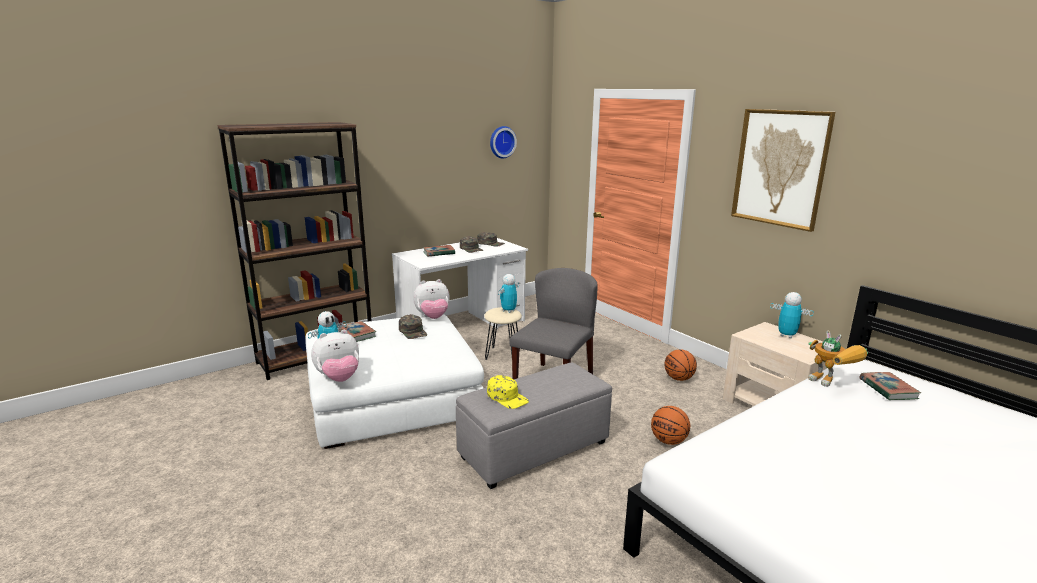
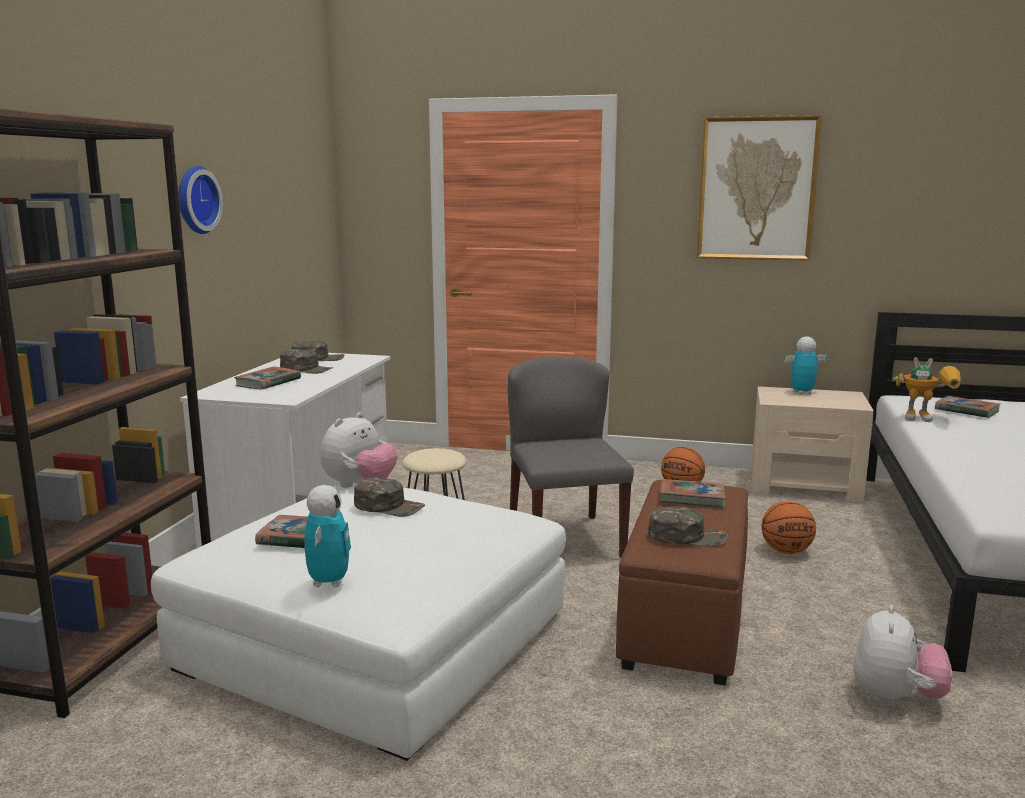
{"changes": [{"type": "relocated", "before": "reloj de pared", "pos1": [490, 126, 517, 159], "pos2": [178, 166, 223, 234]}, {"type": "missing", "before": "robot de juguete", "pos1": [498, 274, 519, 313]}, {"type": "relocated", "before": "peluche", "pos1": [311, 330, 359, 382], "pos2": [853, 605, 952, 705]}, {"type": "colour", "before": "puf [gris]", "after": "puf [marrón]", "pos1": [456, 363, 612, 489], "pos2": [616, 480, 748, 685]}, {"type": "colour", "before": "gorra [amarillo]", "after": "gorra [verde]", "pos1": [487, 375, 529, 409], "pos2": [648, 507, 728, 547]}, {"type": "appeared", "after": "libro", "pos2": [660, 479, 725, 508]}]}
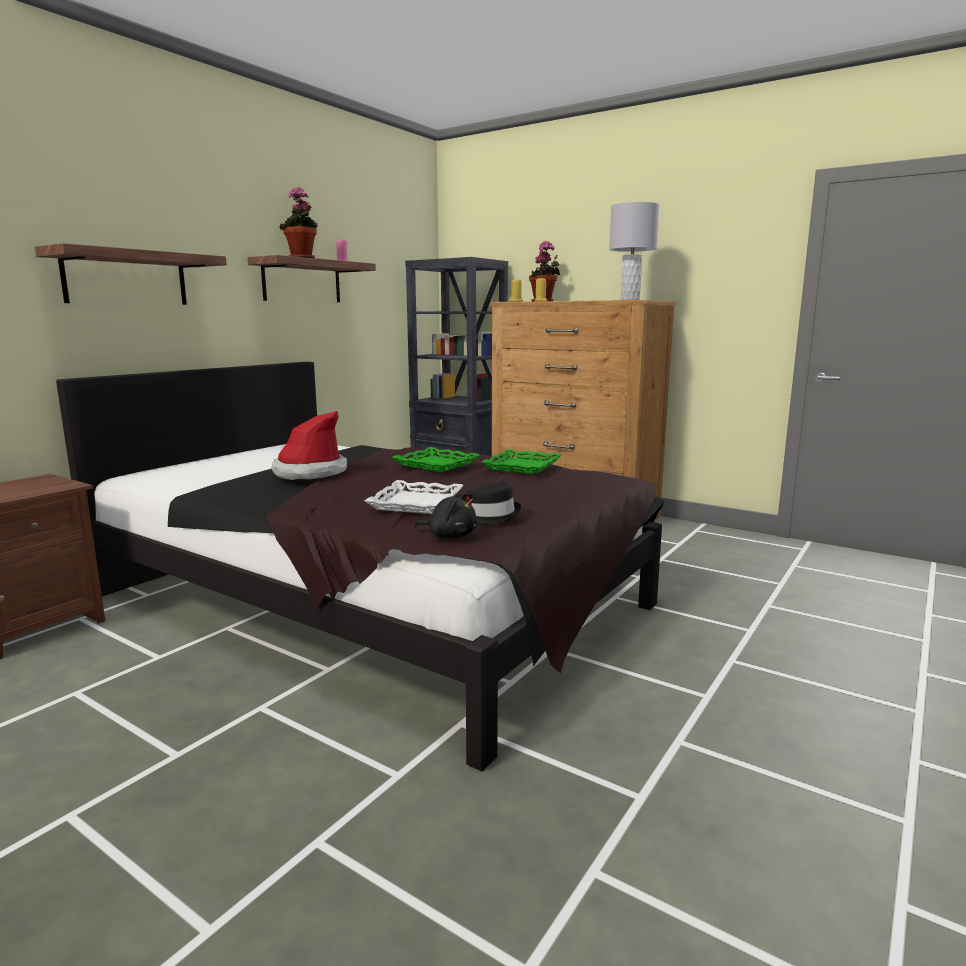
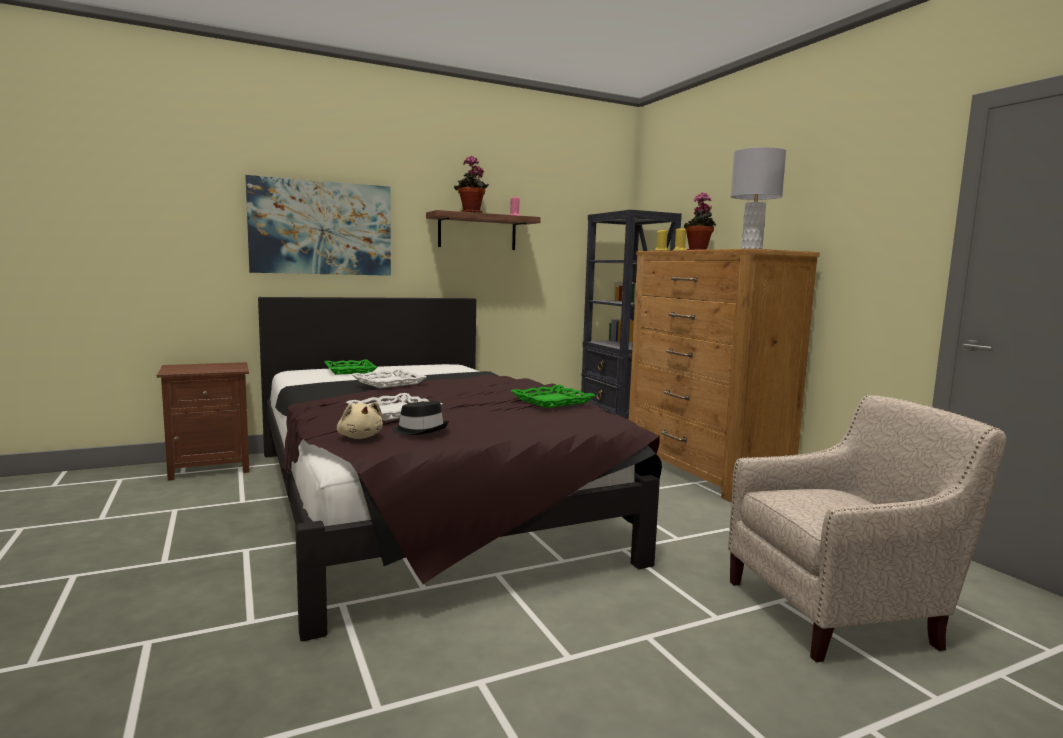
{"changes": [{"type": "exchanged", "before": "estante", "after": "cuadro", "pos1": [35, 243, 227, 305], "pos2": [245, 175, 391, 276]}, {"type": "exchanged", "before": "sombrero", "after": "bandeja [blanco]", "pos1": [272, 411, 347, 480], "pos2": [351, 369, 427, 388]}, {"type": "relocated", "before": "bandeja [verde]", "pos1": [392, 447, 480, 472], "pos2": [324, 360, 377, 375]}, {"type": "colour", "before": "peluche [negro]", "after": "peluche [beis]", "pos1": [414, 493, 477, 538], "pos2": [337, 402, 383, 439]}, {"type": "appeared", "after": "sillón [beis]", "pos2": [728, 395, 1006, 662]}]}
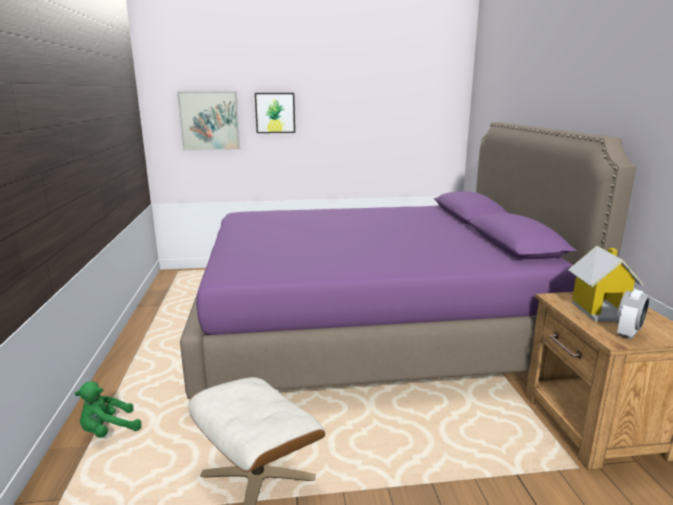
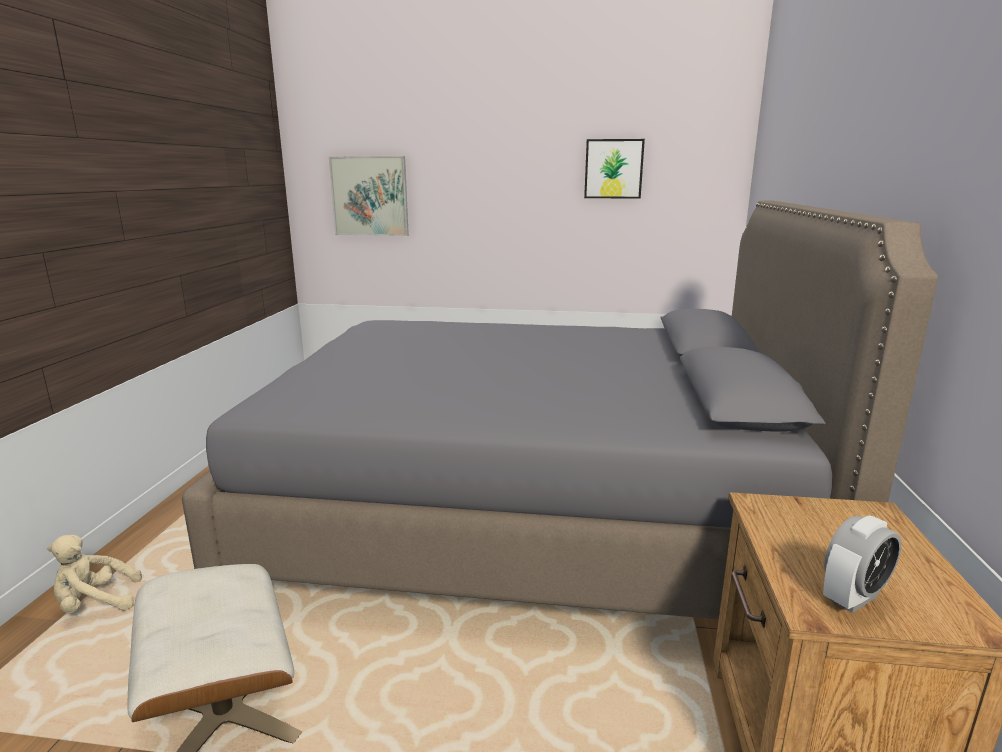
{"changes": [{"type": "relocated", "before": "cuadro", "pos1": [255, 93, 295, 133], "pos2": [584, 139, 645, 199]}, {"type": "colour", "before": "cama [morado]", "after": "cama [gris]", "pos1": [180, 122, 636, 399], "pos2": [182, 201, 938, 620]}, {"type": "missing", "before": "casita", "pos1": [568, 246, 644, 322]}, {"type": "colour", "before": "peluche [verde]", "after": "peluche [beis]", "pos1": [75, 381, 141, 438], "pos2": [47, 535, 142, 614]}]}
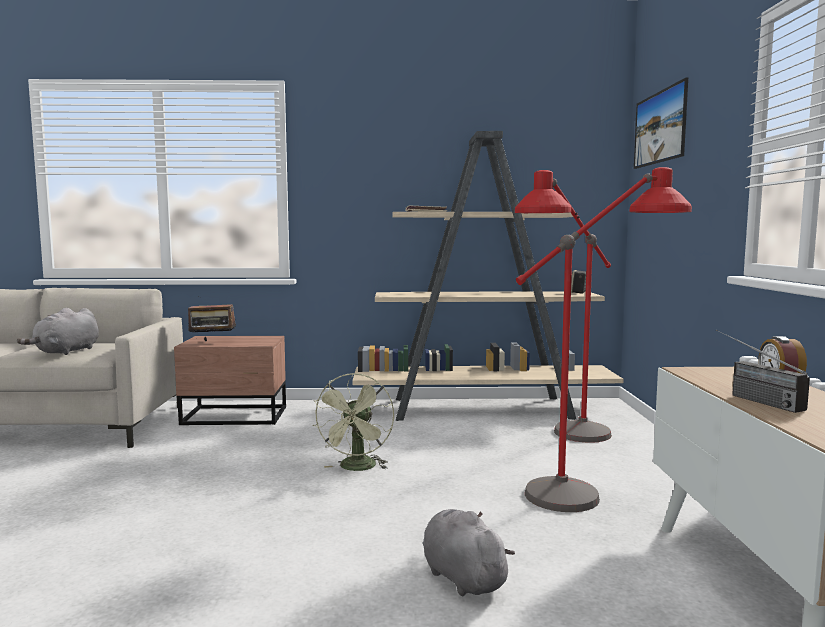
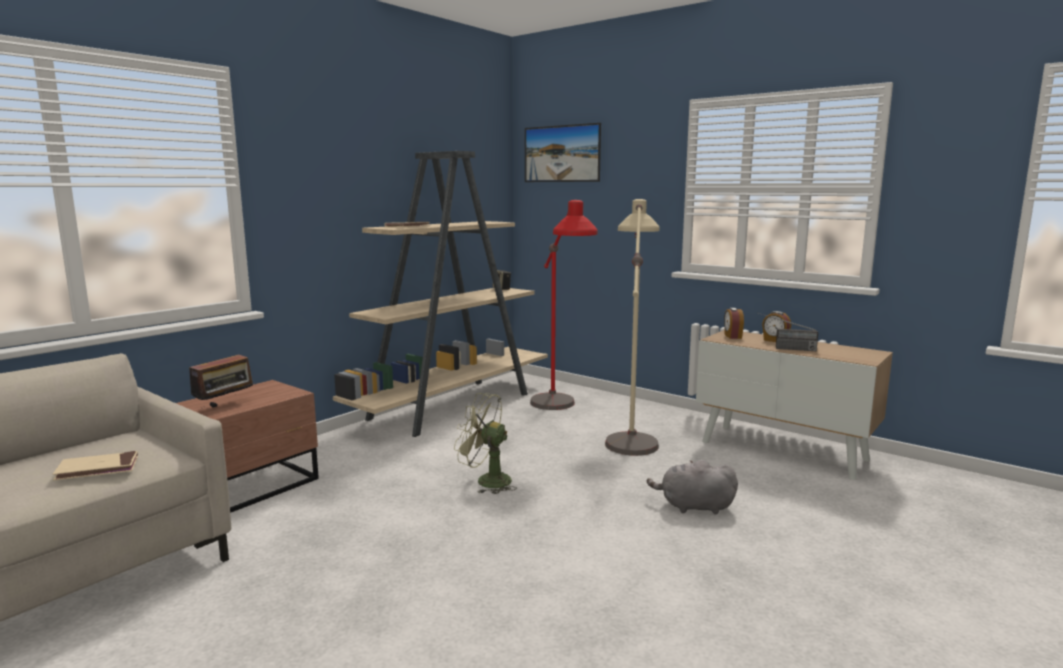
{"changes": [{"type": "colour", "before": "lámpara de pie [rojo]", "after": "lámpara de pie [beis]", "pos1": [516, 167, 692, 512], "pos2": [605, 199, 660, 456]}, {"type": "exchanged", "before": "peluche [gris]", "after": "libro [beis]", "pos1": [17, 308, 99, 355], "pos2": [53, 451, 138, 480]}, {"type": "spun", "before": "ventilador [verde]", "pos1": [312, 373, 394, 471], "pos2": [454, 393, 517, 494], "turn": 150}, {"type": "appeared", "after": "despertador", "pos2": [724, 308, 744, 339]}]}
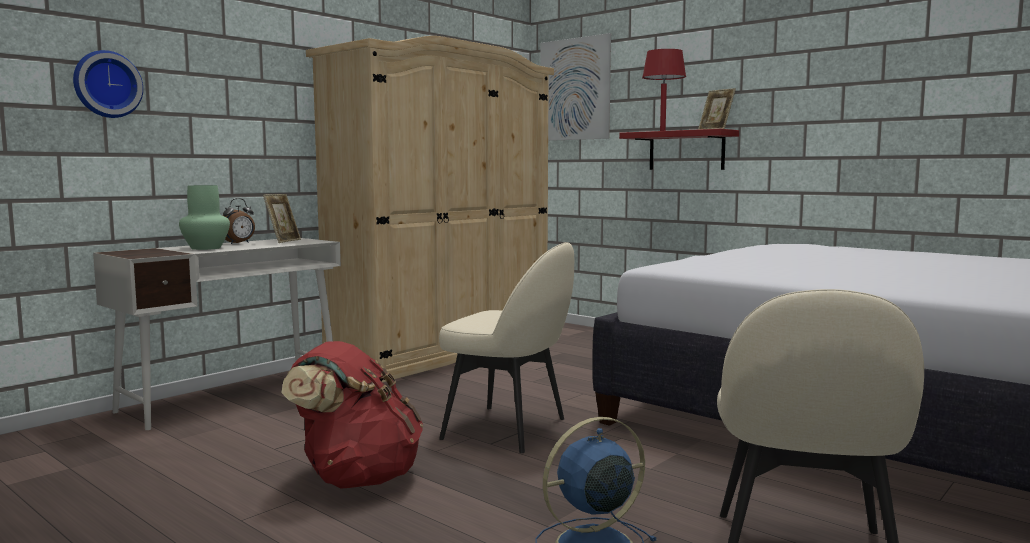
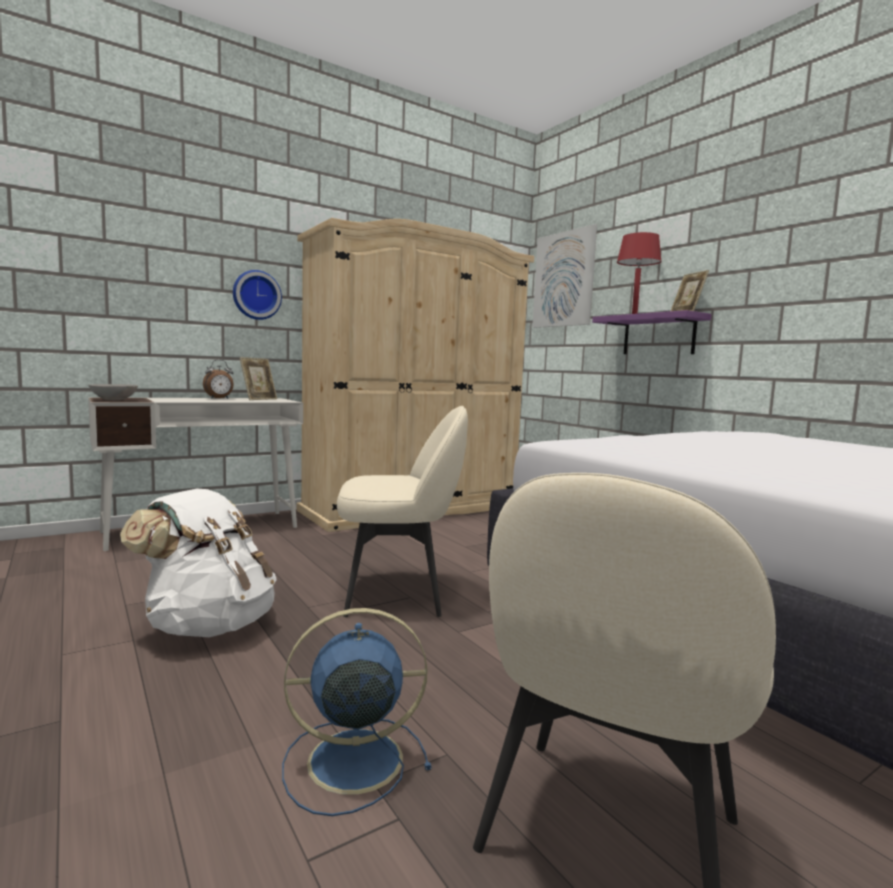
{"changes": [{"type": "relocated", "before": "reloj de pared", "pos1": [73, 50, 143, 118], "pos2": [233, 270, 282, 320]}, {"type": "colour", "before": "estante [rojo]", "after": "estante [morado]", "pos1": [619, 129, 739, 170], "pos2": [592, 310, 712, 354]}, {"type": "missing", "before": "florero [verde]", "pos1": [179, 185, 230, 250]}, {"type": "spun", "before": "silla [beis]", "pos1": [439, 242, 574, 453], "pos2": [337, 406, 468, 617], "turn": -45}, {"type": "colour", "before": "mochila [rojo]", "after": "mochila [blanco]", "pos1": [281, 341, 423, 488], "pos2": [120, 489, 277, 637]}, {"type": "appeared", "after": "cuenco [gris]", "pos2": [88, 384, 138, 400]}]}
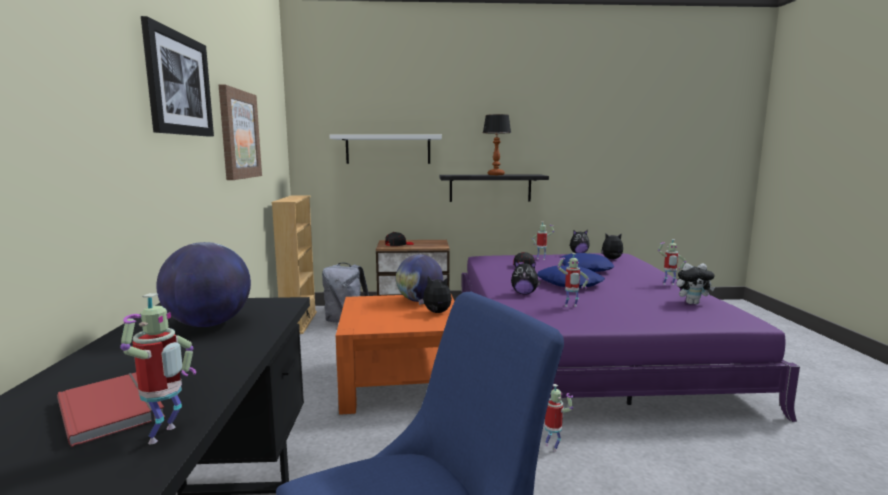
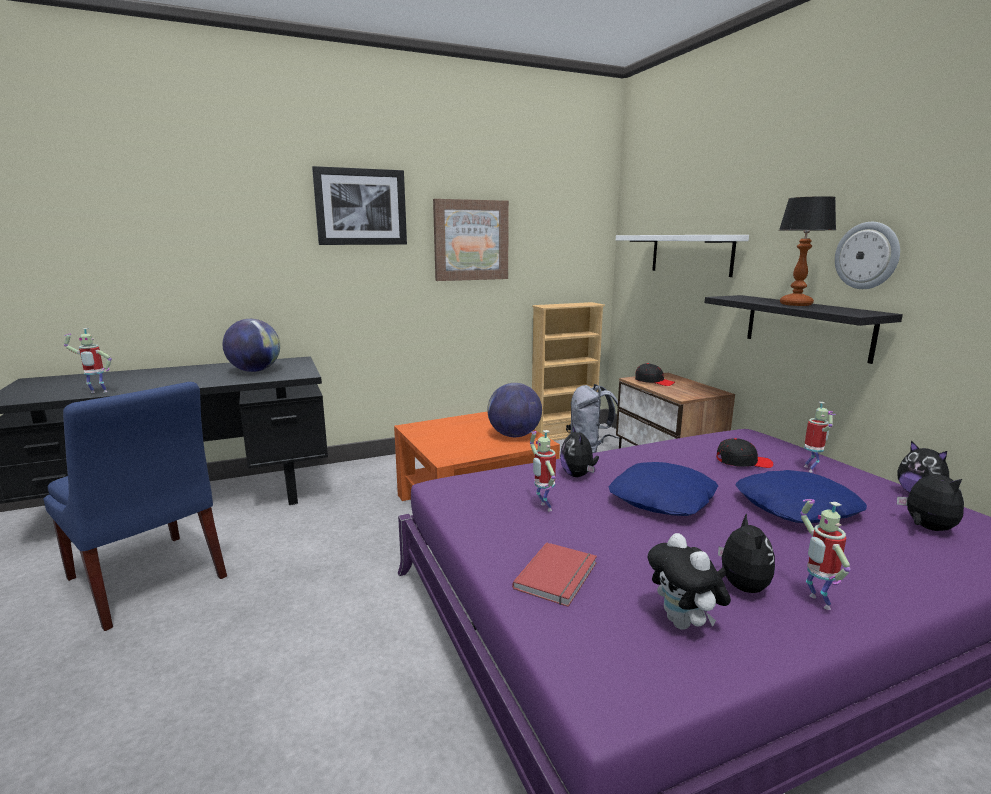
{"changes": [{"type": "relocated", "before": "peluche", "pos1": [418, 276, 452, 313], "pos2": [717, 513, 775, 593]}, {"type": "relocated", "before": "libro [rojo]", "pos1": [57, 373, 165, 447], "pos2": [512, 542, 597, 607]}, {"type": "missing", "before": "robot de juguete", "pos1": [545, 384, 573, 452]}, {"type": "appeared", "after": "reloj de pared", "pos2": [835, 222, 900, 289]}]}
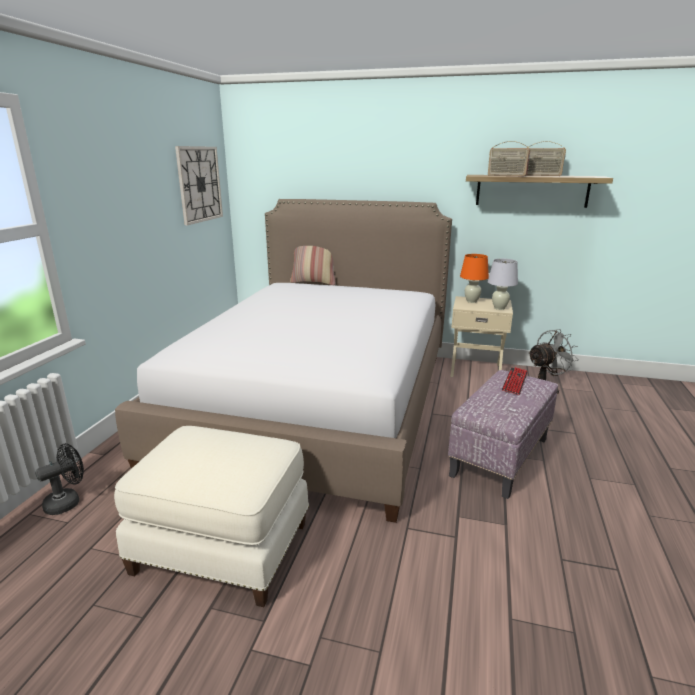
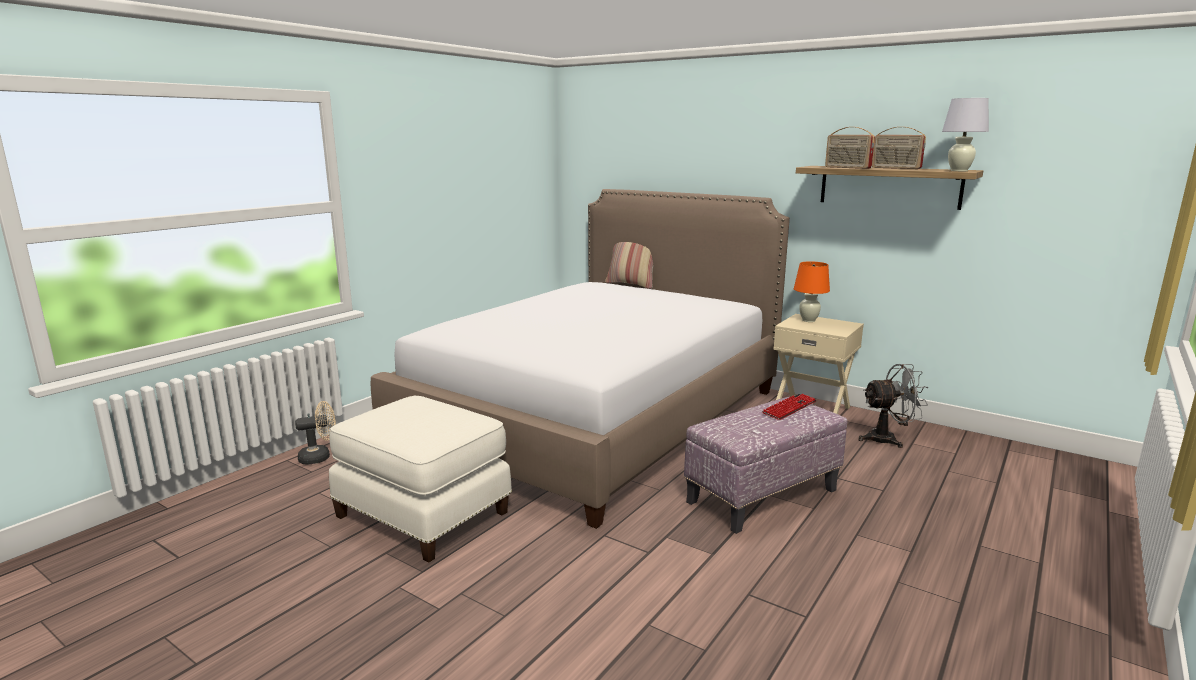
{"changes": [{"type": "missing", "before": "reloj de pared", "pos1": [175, 146, 223, 225]}, {"type": "relocated", "before": "lámpara de mesa [blanco]", "pos1": [488, 259, 518, 310], "pos2": [942, 98, 989, 171]}, {"type": "colour", "before": "ventilador [negro]", "after": "ventilador [beis]", "pos1": [35, 443, 84, 515], "pos2": [295, 401, 336, 465]}]}
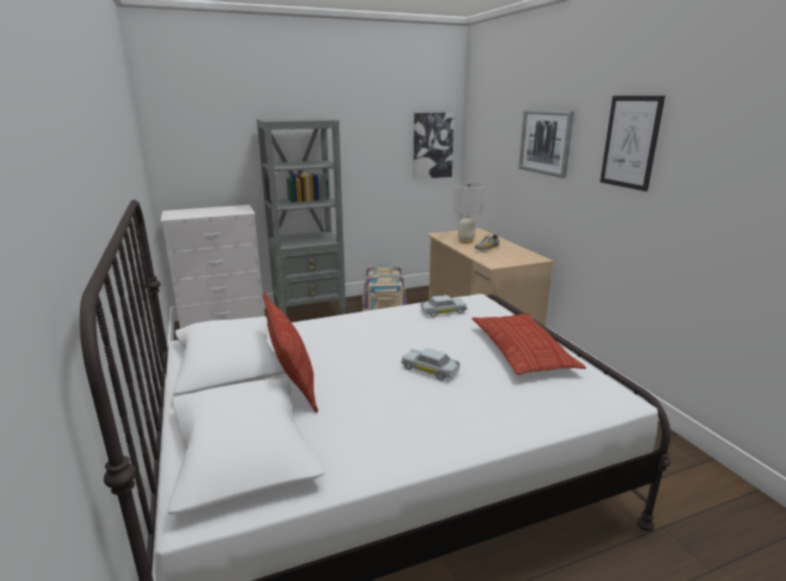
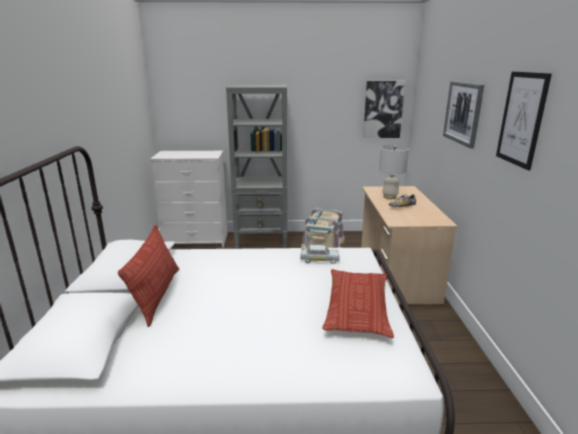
{"changes": [{"type": "missing", "before": "coche de juguete [blanco]", "pos1": [401, 348, 460, 380]}]}
